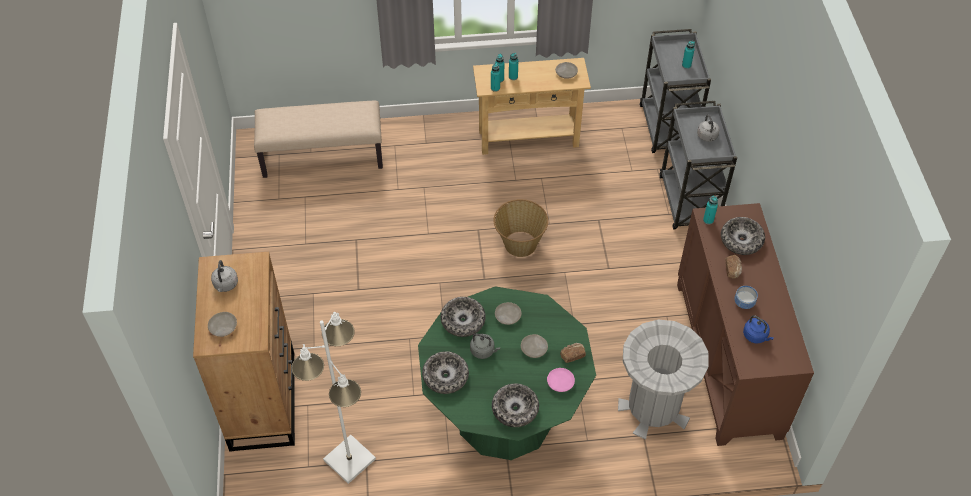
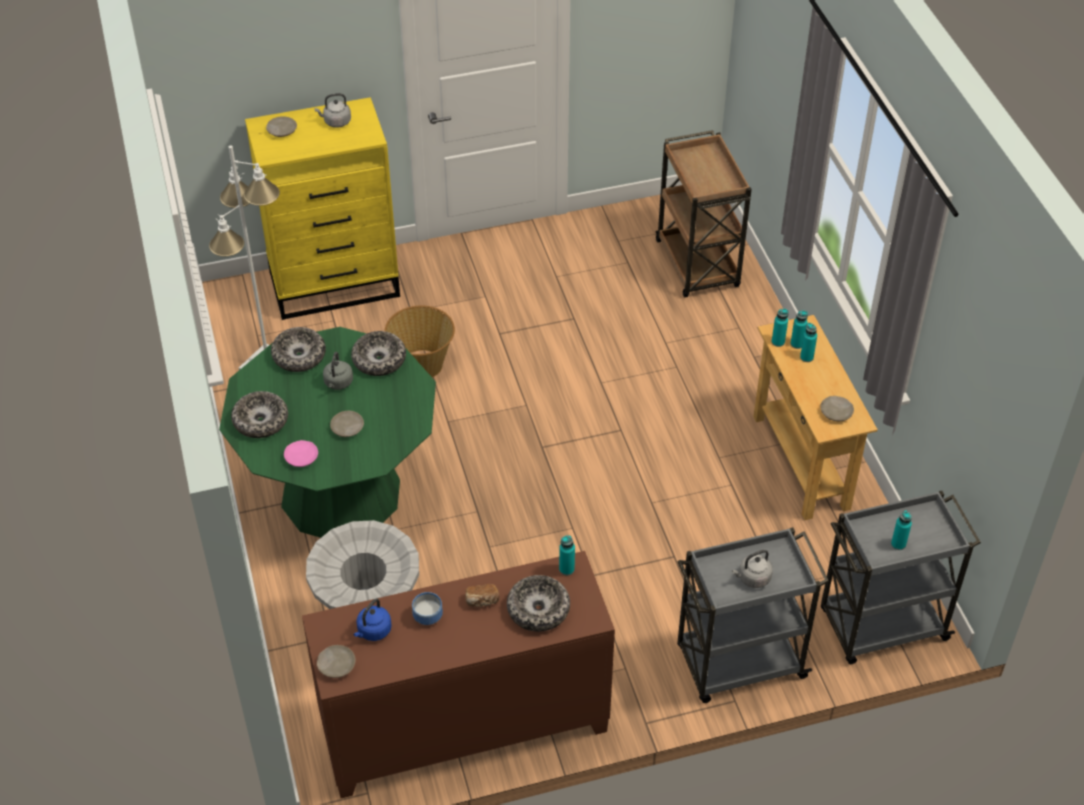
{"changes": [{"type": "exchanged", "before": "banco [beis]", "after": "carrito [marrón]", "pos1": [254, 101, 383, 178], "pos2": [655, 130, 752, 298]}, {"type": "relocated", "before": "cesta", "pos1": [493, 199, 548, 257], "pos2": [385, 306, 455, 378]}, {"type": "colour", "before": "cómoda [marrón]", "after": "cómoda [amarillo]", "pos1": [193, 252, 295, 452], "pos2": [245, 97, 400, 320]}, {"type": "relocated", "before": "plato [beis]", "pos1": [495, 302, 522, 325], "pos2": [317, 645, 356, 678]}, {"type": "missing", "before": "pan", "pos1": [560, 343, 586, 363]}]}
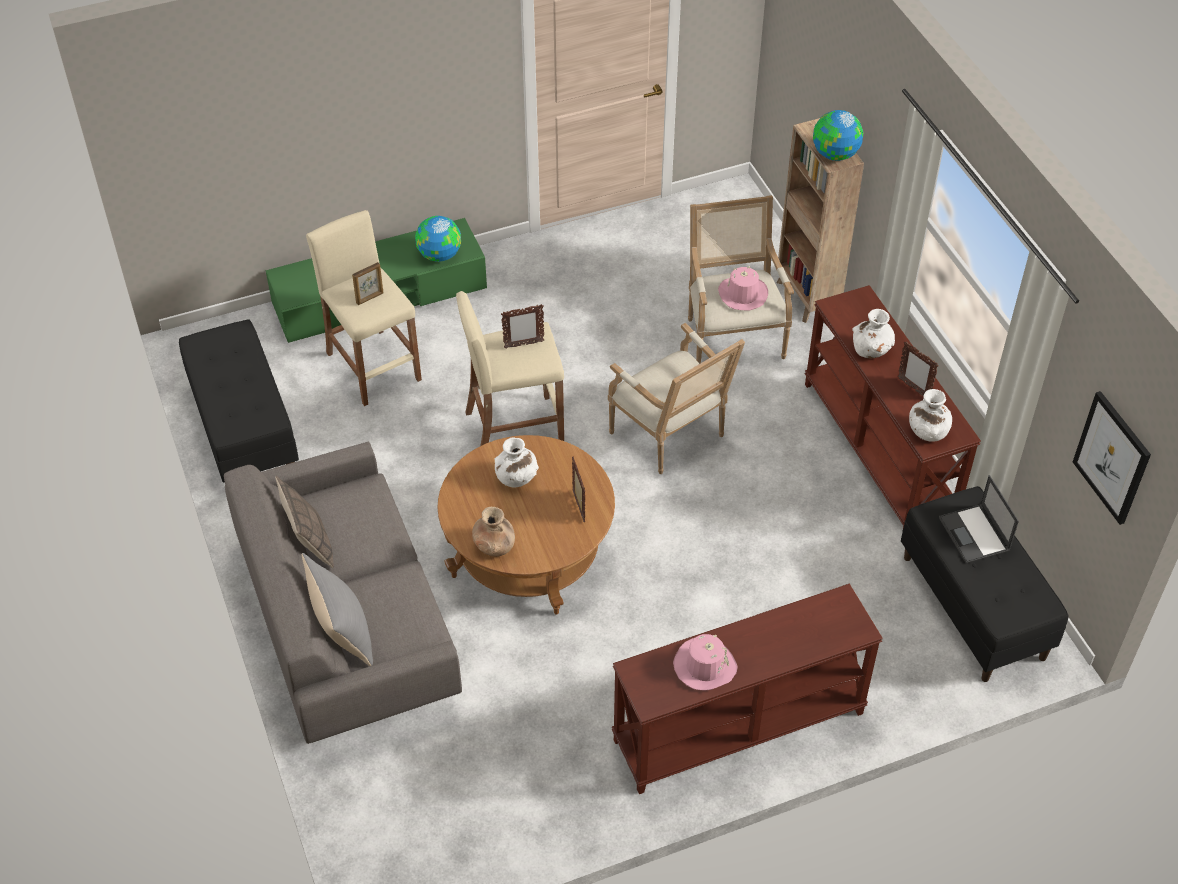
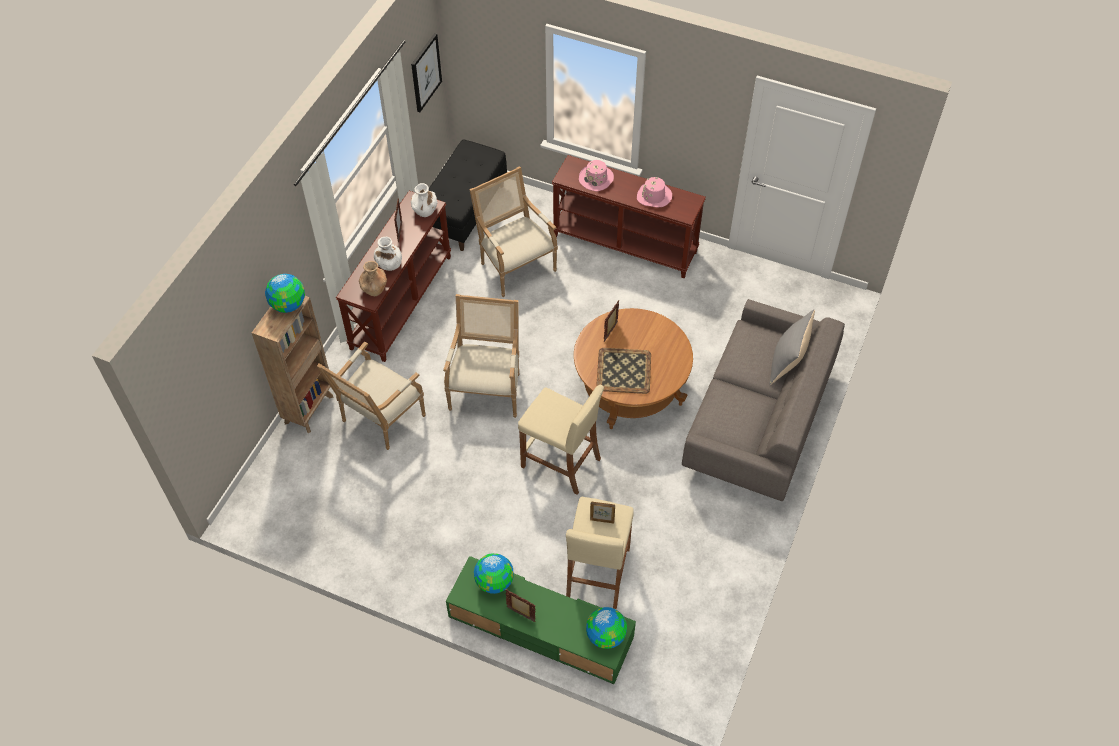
{"changes": [{"type": "relocated", "before": "sombrero [rosa]", "pos1": [718, 267, 768, 310], "pos2": [579, 160, 614, 191]}, {"type": "relocated", "before": "portarretratos", "pos1": [501, 304, 544, 349], "pos2": [505, 589, 536, 622]}, {"type": "missing", "before": "banco [negro]", "pos1": [179, 319, 299, 482]}, {"type": "exchanged", "before": "florero [blanco]", "after": "bandeja", "pos1": [495, 438, 539, 487], "pos2": [596, 348, 651, 394]}, {"type": "missing", "before": "portátil", "pos1": [939, 475, 1019, 564]}, {"type": "missing", "before": "cojín", "pos1": [275, 476, 334, 568]}, {"type": "relocated", "before": "florero [marrón]", "pos1": [472, 507, 515, 557], "pos2": [359, 261, 387, 296]}, {"type": "appeared", "after": "sillón", "pos2": [469, 166, 558, 297]}, {"type": "appeared", "after": "globo terráqueo", "pos2": [586, 607, 627, 649]}]}
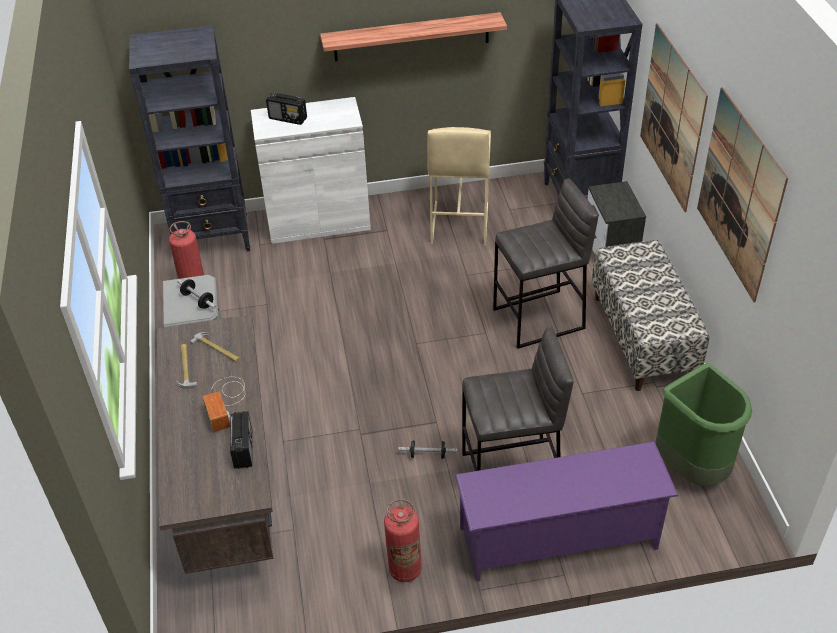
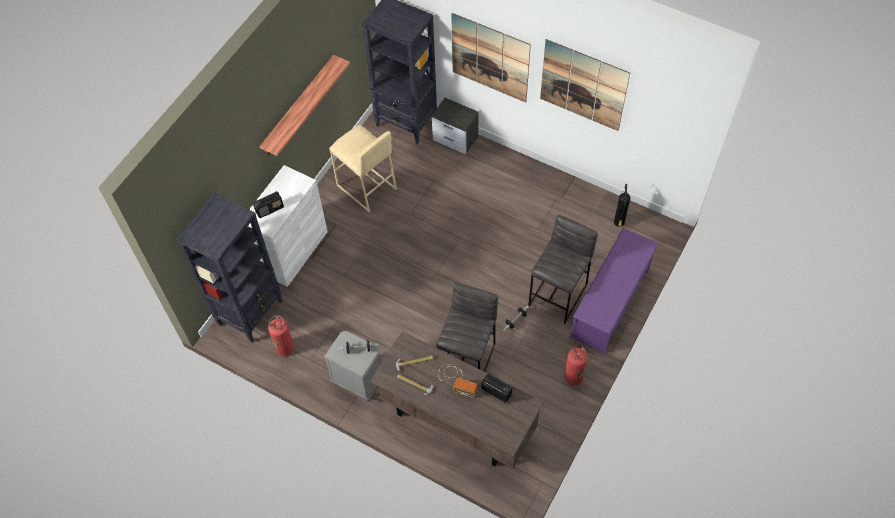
{"changes": [{"type": "relocated", "before": "taburete [gris]", "pos1": [493, 178, 598, 349], "pos2": [436, 283, 498, 372]}, {"type": "missing", "before": "banco", "pos1": [592, 240, 709, 391]}, {"type": "exchanged", "before": "papelera [verde]", "after": "extintor", "pos1": [655, 363, 752, 486], "pos2": [614, 184, 630, 227]}]}
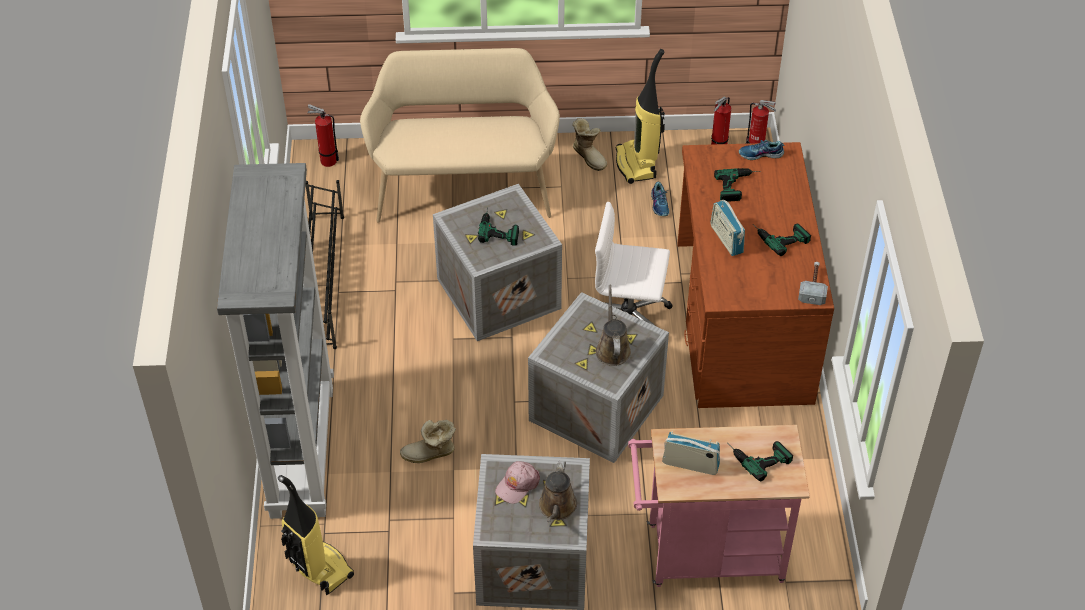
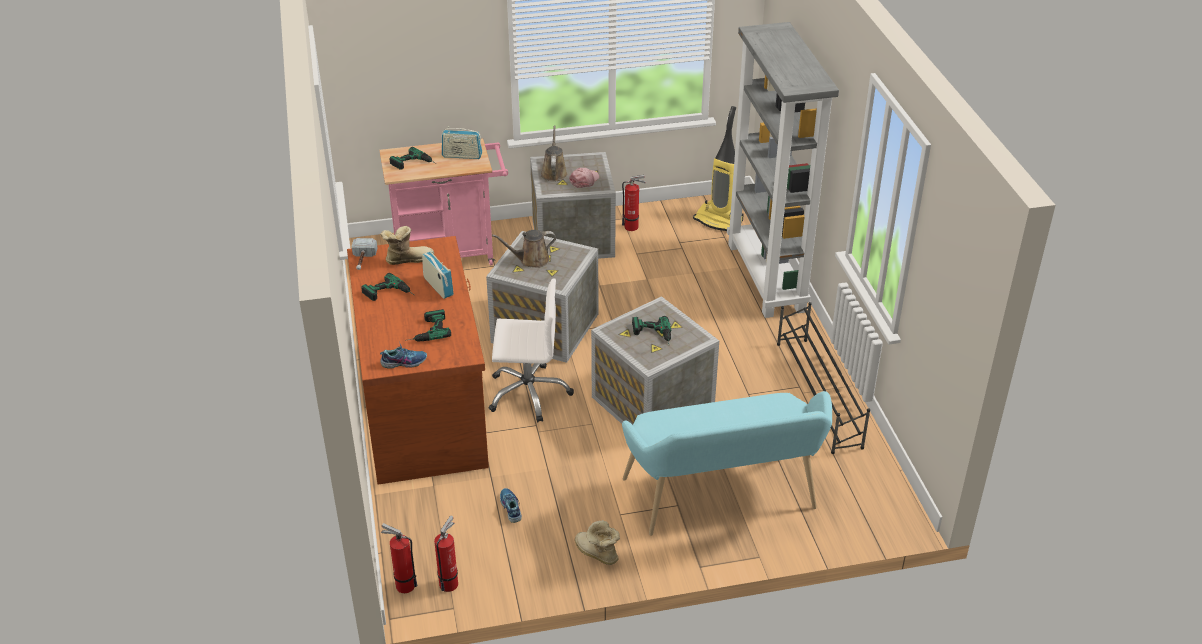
{"changes": [{"type": "colour", "before": "banco [beis]", "after": "banco [turquesa]", "pos1": [360, 48, 560, 223], "pos2": [622, 391, 832, 536]}, {"type": "missing", "before": "aspiradora", "pos1": [616, 49, 665, 184]}, {"type": "relocated", "before": "extintor", "pos1": [307, 104, 339, 167], "pos2": [622, 175, 646, 231]}, {"type": "spun", "before": "regadera [marrón]", "pos1": [596, 284, 631, 366], "pos2": [492, 230, 556, 268], "turn": 90}, {"type": "relocated", "before": "bota", "pos1": [400, 420, 456, 463], "pos2": [380, 226, 434, 265]}]}
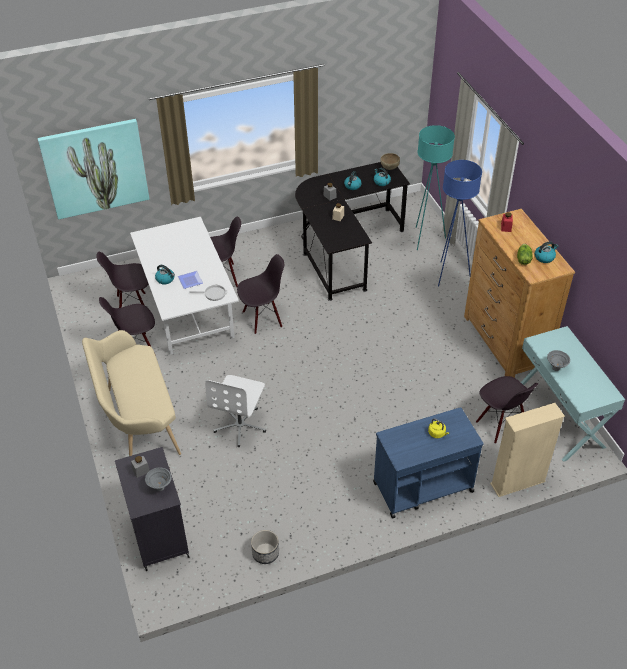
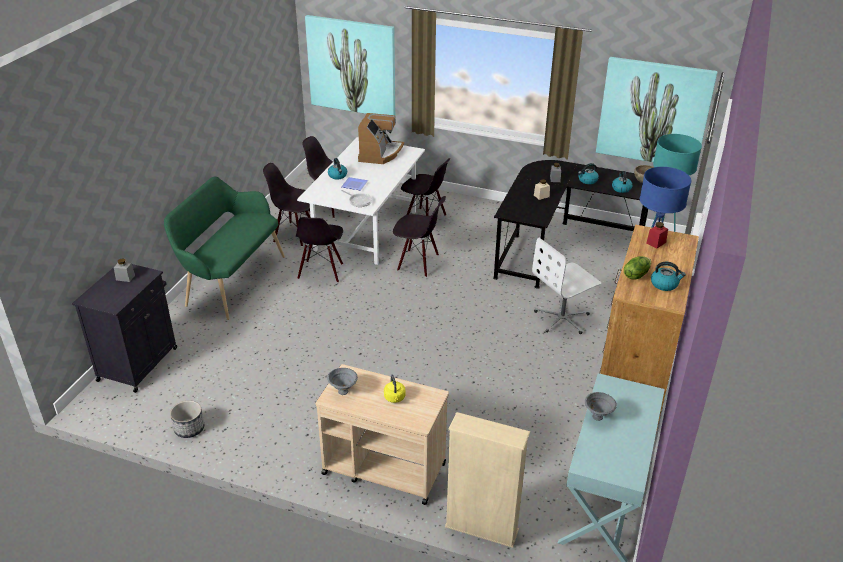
{"changes": [{"type": "colour", "before": "banco [beis]", "after": "banco [verde]", "pos1": [82, 330, 181, 456], "pos2": [164, 177, 285, 320]}, {"type": "relocated", "before": "silla de oficina [blanco]", "pos1": [205, 375, 266, 447], "pos2": [532, 238, 601, 334]}, {"type": "relocated", "before": "silla [negro]", "pos1": [476, 376, 539, 444], "pos2": [295, 217, 343, 283]}, {"type": "colour", "before": "carrito [azul]", "after": "carrito [beis]", "pos1": [373, 407, 484, 518], "pos2": [316, 364, 449, 505]}, {"type": "relocated", "before": "cuenco [gris]", "pos1": [145, 468, 172, 491], "pos2": [327, 368, 358, 395]}, {"type": "appeared", "after": "cuadro", "pos2": [596, 57, 718, 162]}, {"type": "appeared", "after": "cafetera", "pos2": [358, 113, 404, 164]}]}
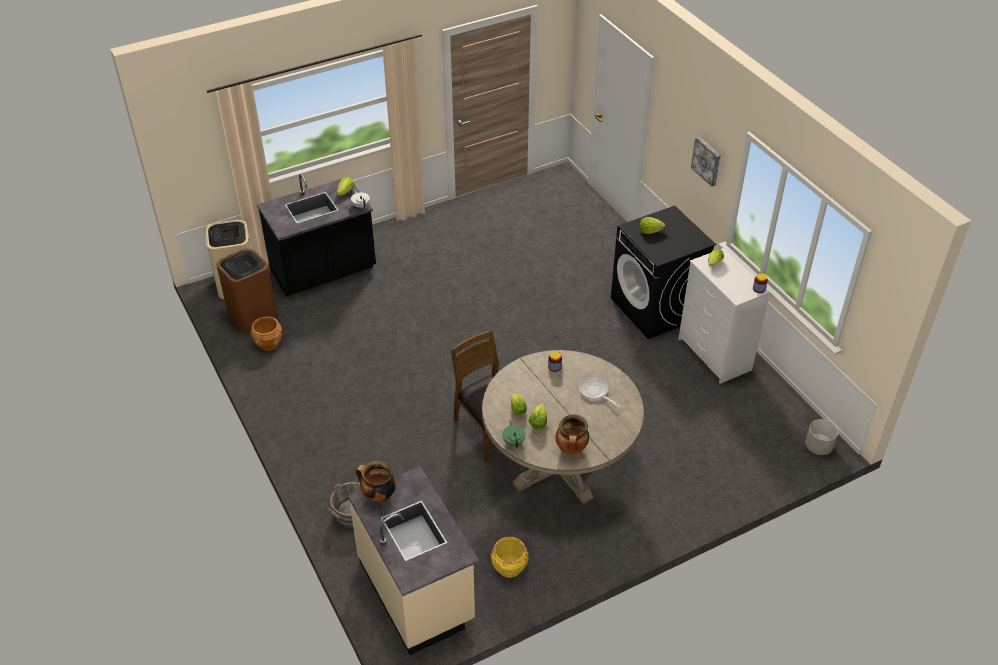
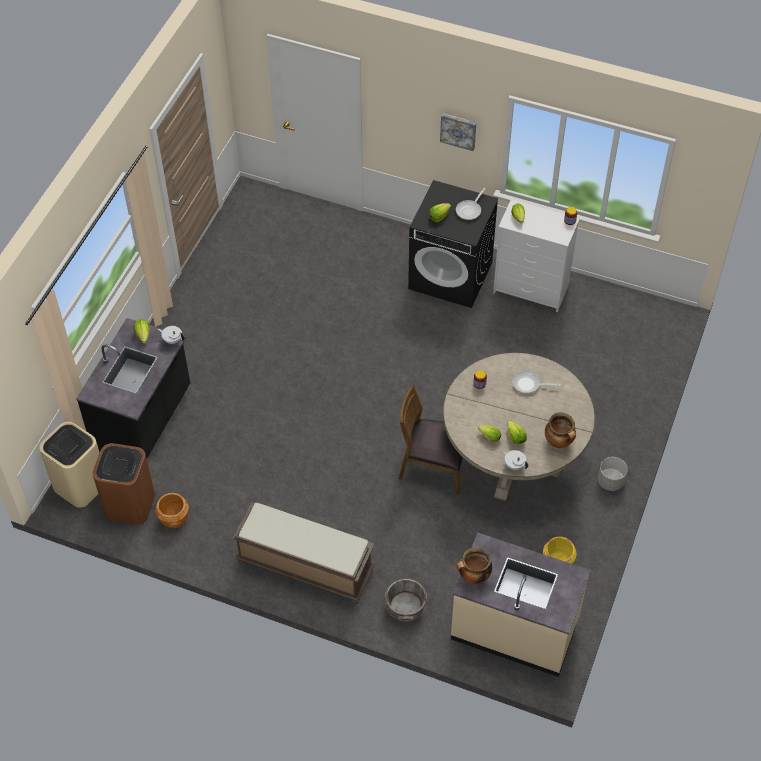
{"changes": [{"type": "relocated", "before": "maceta [gris]", "pos1": [805, 419, 838, 455], "pos2": [598, 457, 628, 491]}, {"type": "colour", "before": "tetera [verde]", "after": "tetera [blanco]", "pos1": [502, 421, 526, 448], "pos2": [502, 450, 528, 470]}, {"type": "appeared", "after": "sartén", "pos2": [456, 188, 485, 220]}, {"type": "appeared", "after": "banco [marrón]", "pos2": [232, 502, 375, 604]}]}
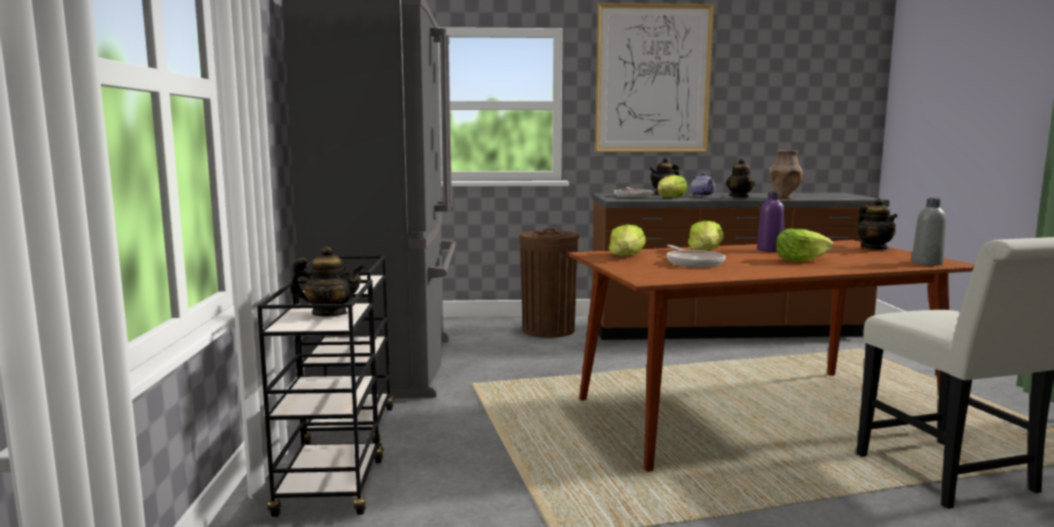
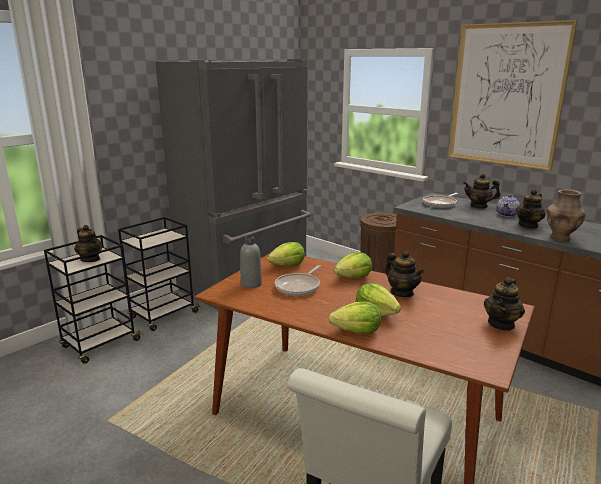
{"changes": [{"type": "relocated", "before": "lechuga", "pos1": [657, 175, 687, 197], "pos2": [328, 301, 381, 334]}, {"type": "exchanged", "before": "botella [morado]", "after": "tetera", "pos1": [757, 192, 785, 252], "pos2": [385, 251, 424, 297]}, {"type": "relocated", "before": "botella [gris]", "pos1": [912, 198, 946, 266], "pos2": [240, 236, 262, 288]}]}
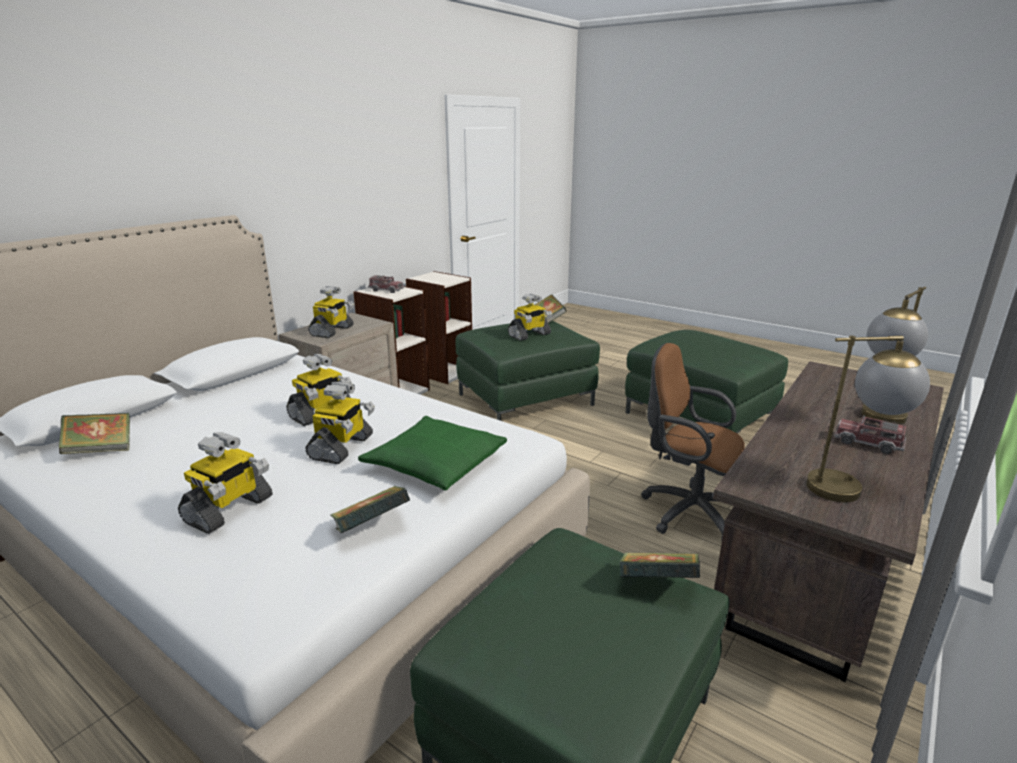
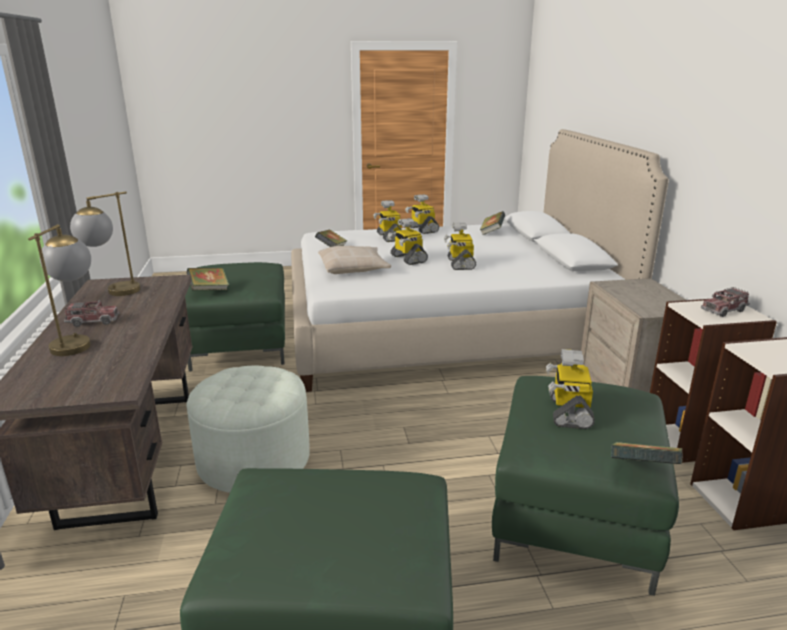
{"changes": [{"type": "relocated", "before": "robot de juguete", "pos1": [308, 286, 354, 338], "pos2": [405, 194, 439, 234]}, {"type": "exchanged", "before": "silla de oficina [marrón]", "after": "puf [blanco]", "pos1": [641, 343, 745, 539], "pos2": [186, 366, 310, 493]}, {"type": "colour", "before": "cojín [verde]", "after": "cojín [beis]", "pos1": [358, 416, 507, 490], "pos2": [318, 246, 391, 274]}]}
